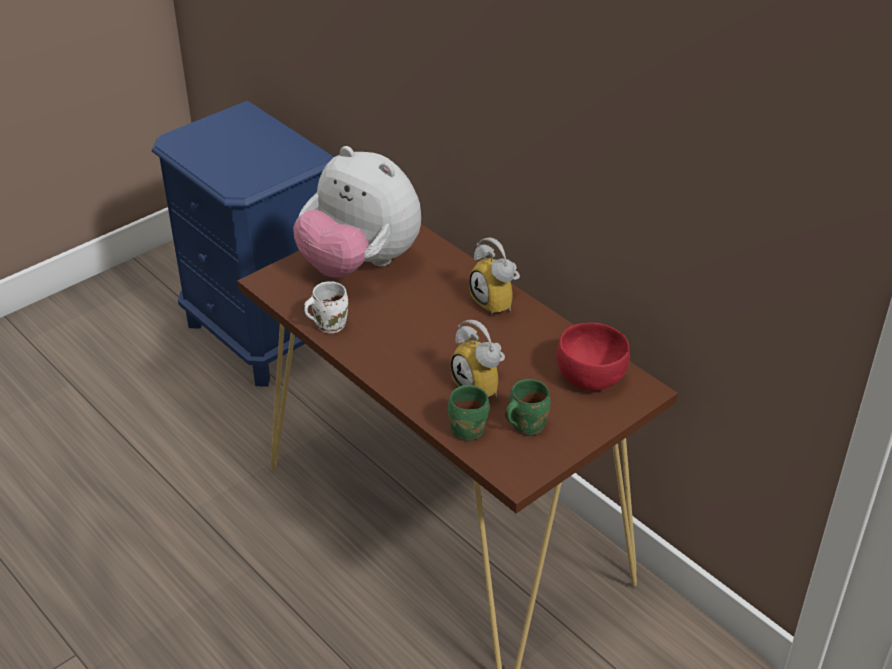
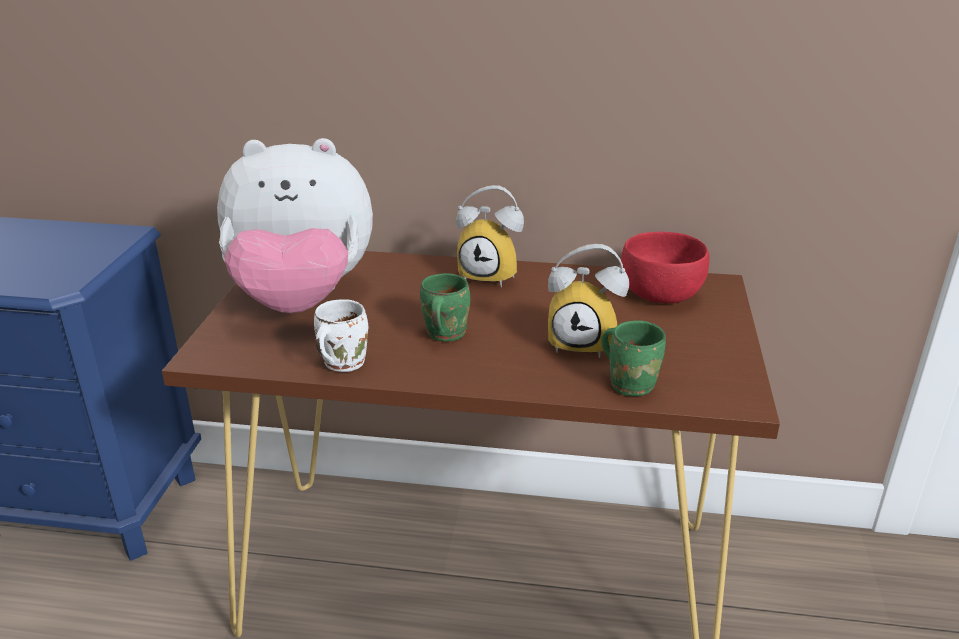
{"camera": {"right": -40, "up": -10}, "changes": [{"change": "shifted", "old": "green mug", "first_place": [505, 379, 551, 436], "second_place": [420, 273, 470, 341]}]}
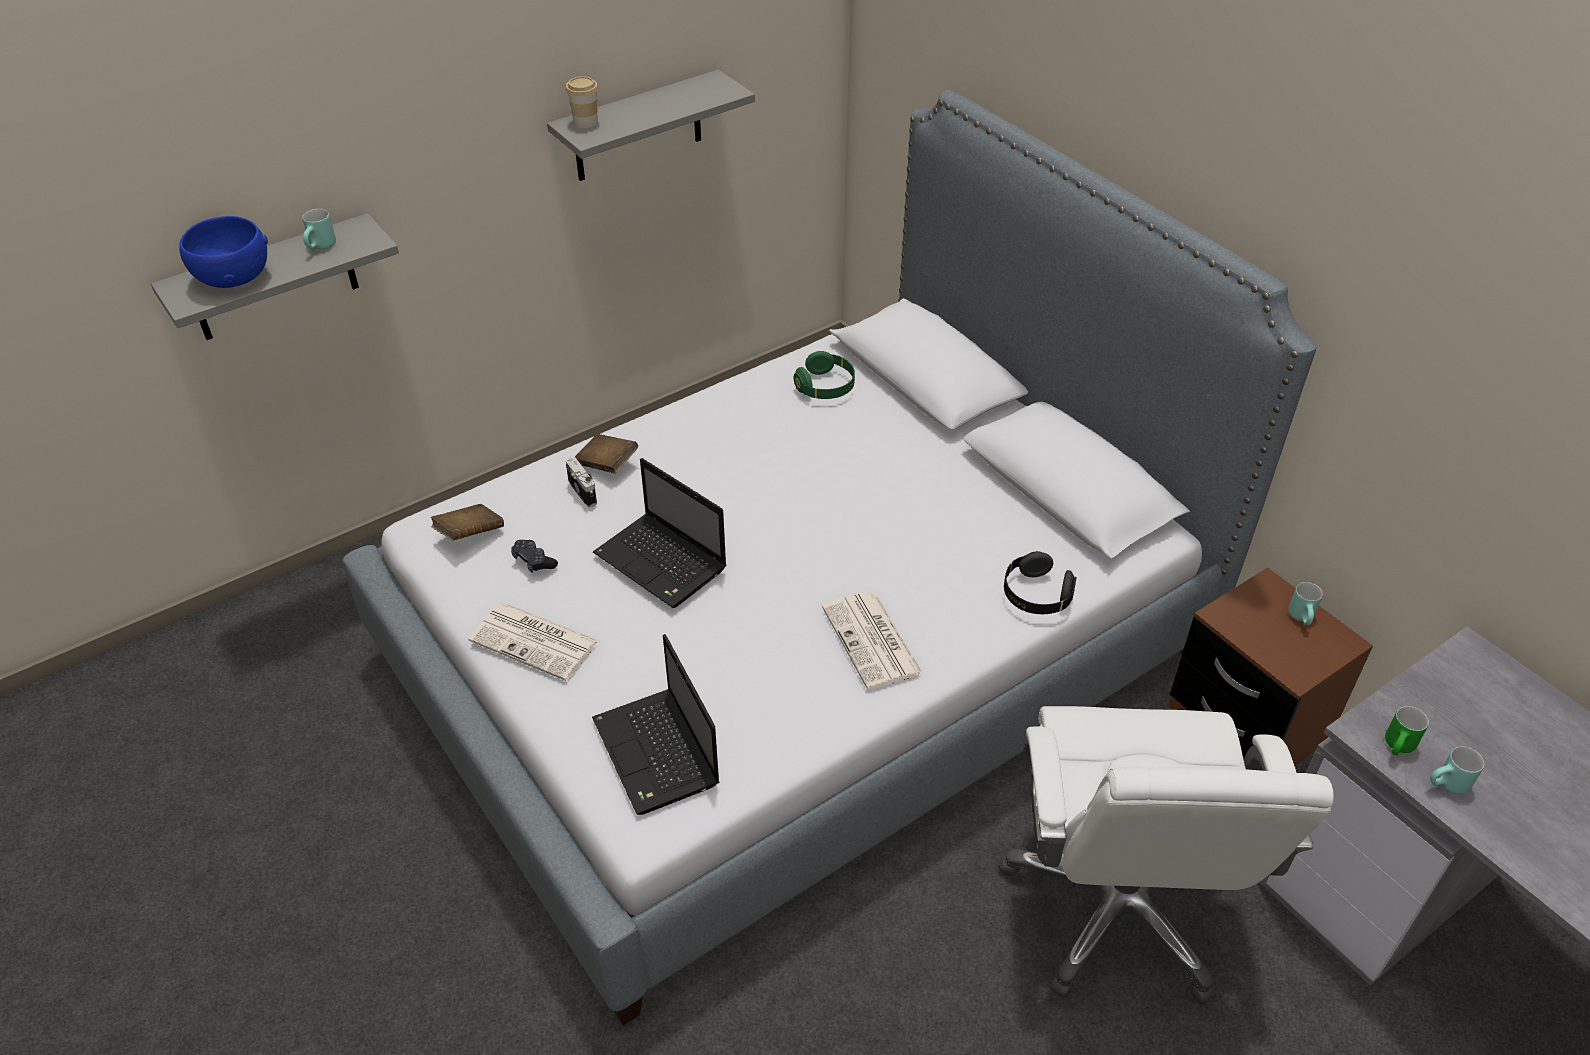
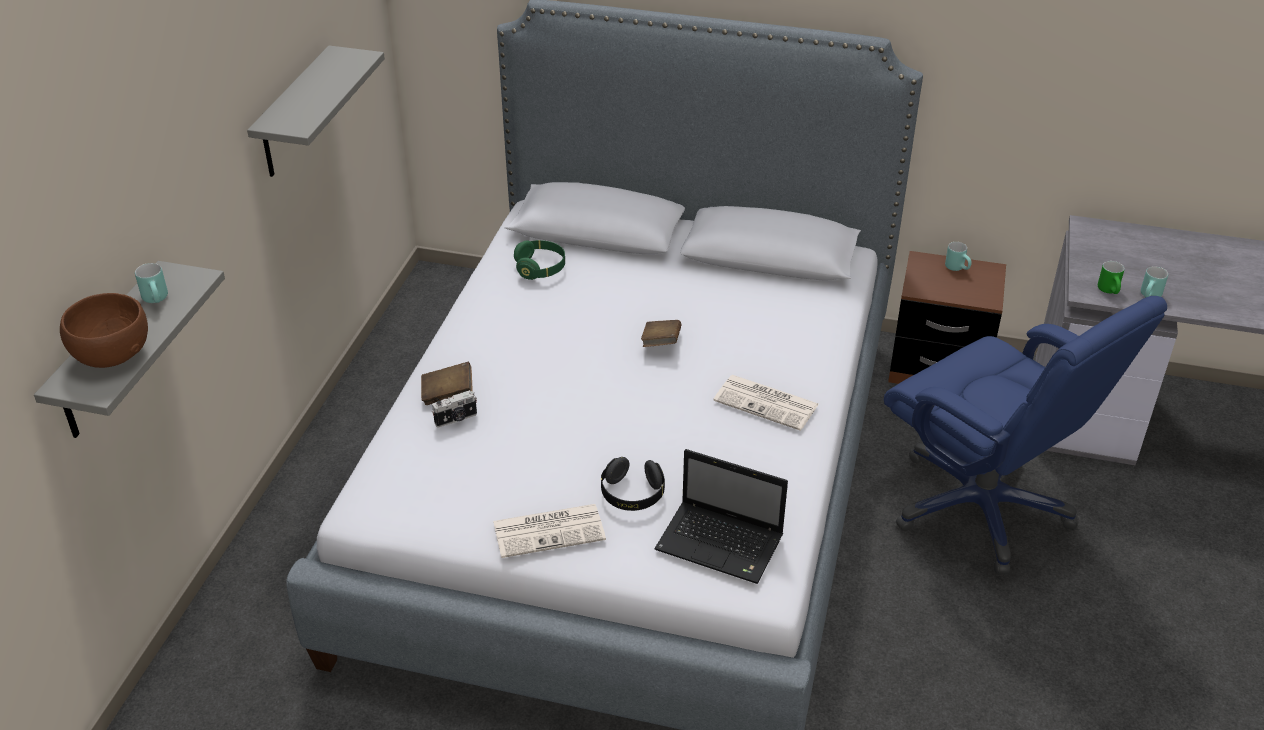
{"camera": {"right": -40, "up": -5}, "changes": [{"change": "gone", "old": "black game controller", "first_place": [511, 540, 558, 573]}, {"change": "gone", "old": "cup", "first_place": [566, 76, 598, 128]}, {"change": "gone", "old": "laptop", "first_place": [593, 458, 727, 608]}, {"change": "shifted", "old": "brown book", "first_place": [431, 504, 504, 540], "second_place": [641, 320, 681, 347]}, {"change": "shifted", "old": "black headphones", "first_place": [1004, 551, 1076, 614], "second_place": [601, 457, 665, 511]}, {"change": "repainted", "old": "blue bowl", "new": "brown bowl", "first_place": [179, 216, 268, 288], "second_place": [60, 293, 148, 368]}, {"change": "repainted", "old": "white office chair", "new": "blue office chair", "first_place": [999, 706, 1334, 1004], "second_place": [884, 296, 1167, 575]}, {"change": "rotated", "old": "photo camera", "first_place": [566, 457, 597, 507], "second_place": [432, 390, 477, 428], "degrees": 135}]}
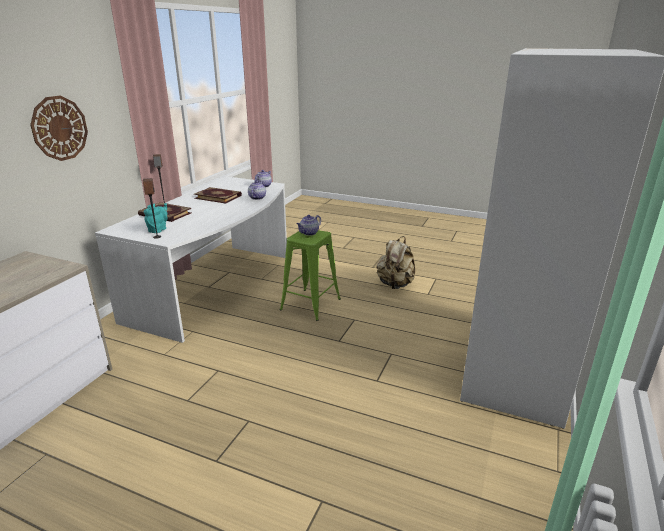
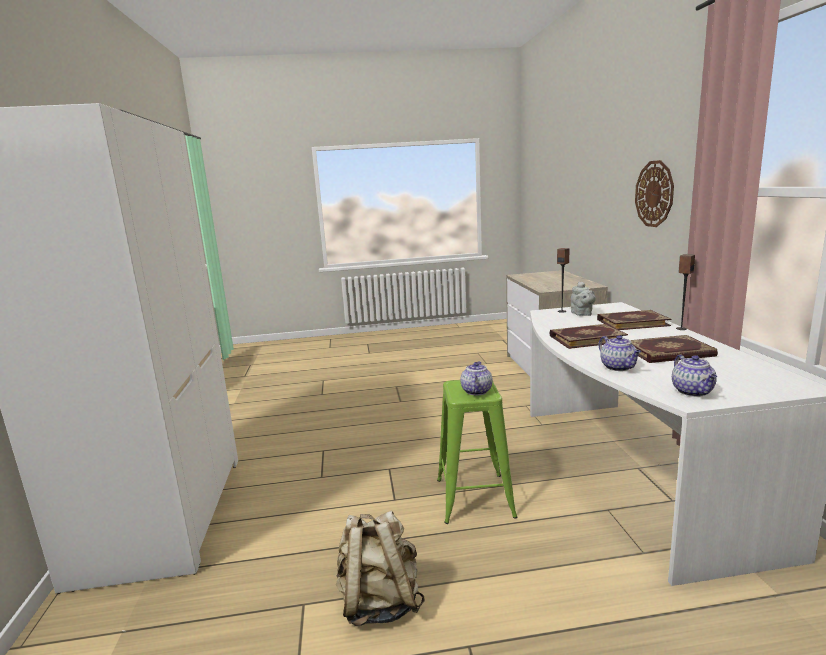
{"camera": {"right": 150, "up": -10}, "changes": [{"change": "new", "new": "book", "second_place": [550, 324, 628, 349]}, {"change": "repainted", "old": "turquoise teapot", "new": "grey teapot", "first_place": [144, 203, 168, 233], "second_place": [571, 282, 596, 316]}]}
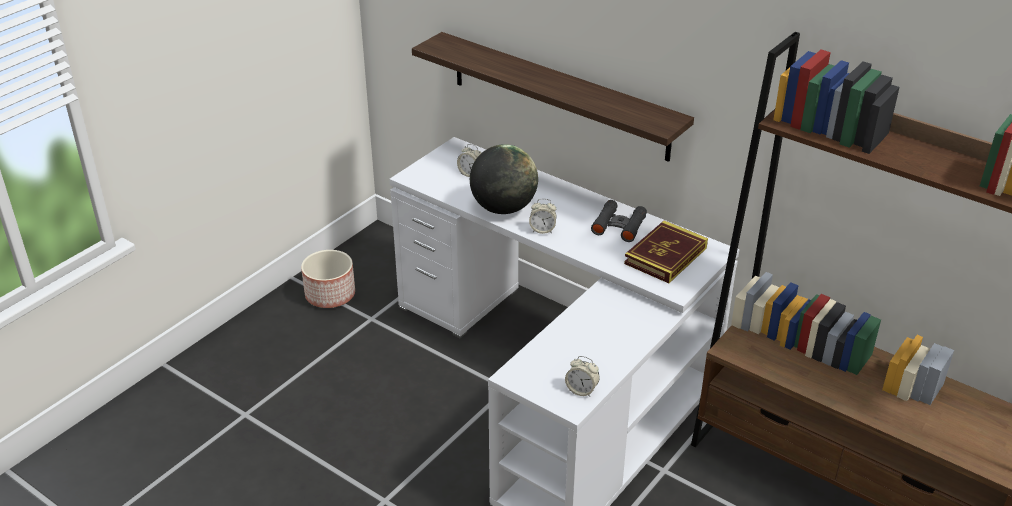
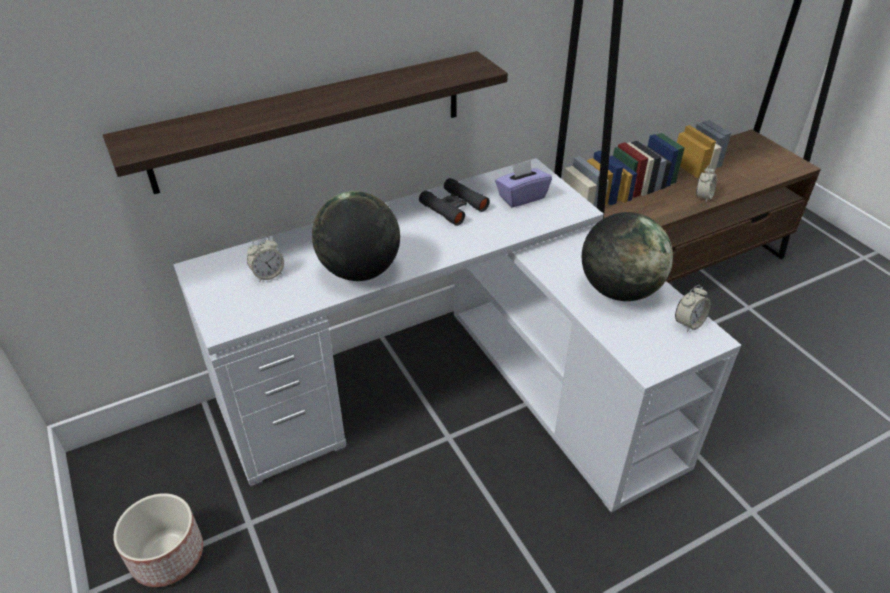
{"camera": {"right": -65, "up": 5}, "changes": [{"change": "new", "new": "globe", "second_place": [582, 212, 673, 301]}, {"change": "shifted", "old": "alarm clock", "first_place": [529, 199, 556, 234], "second_place": [696, 165, 717, 202]}, {"change": "swapped", "old": "book", "new": "purple tissue box", "first_place": [624, 220, 708, 283], "second_place": [495, 160, 552, 207]}]}
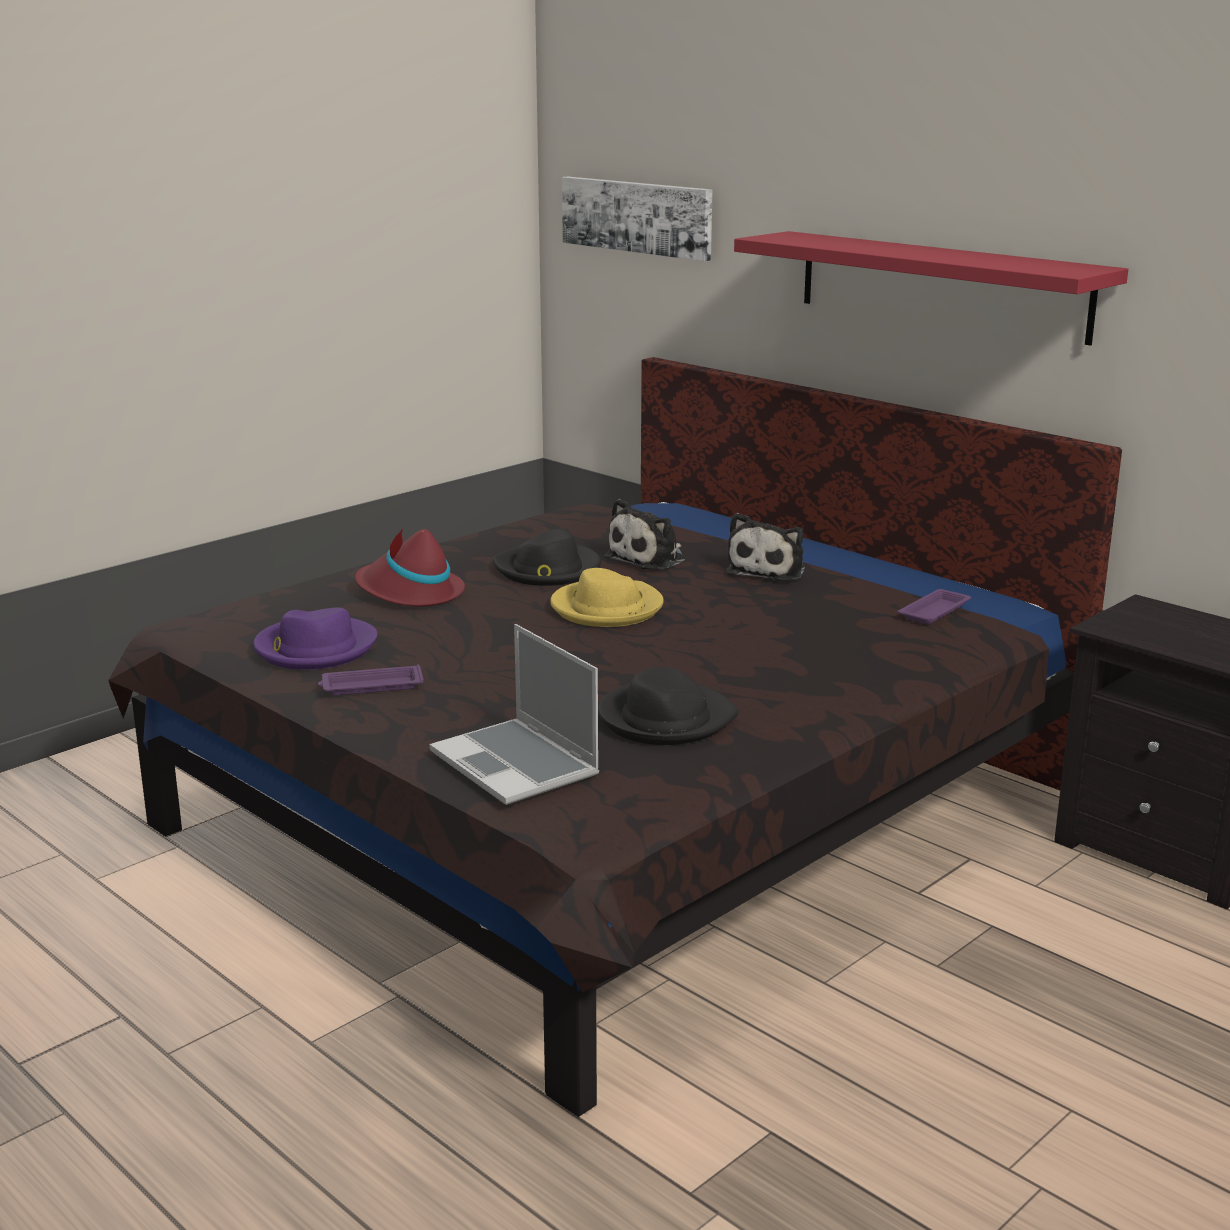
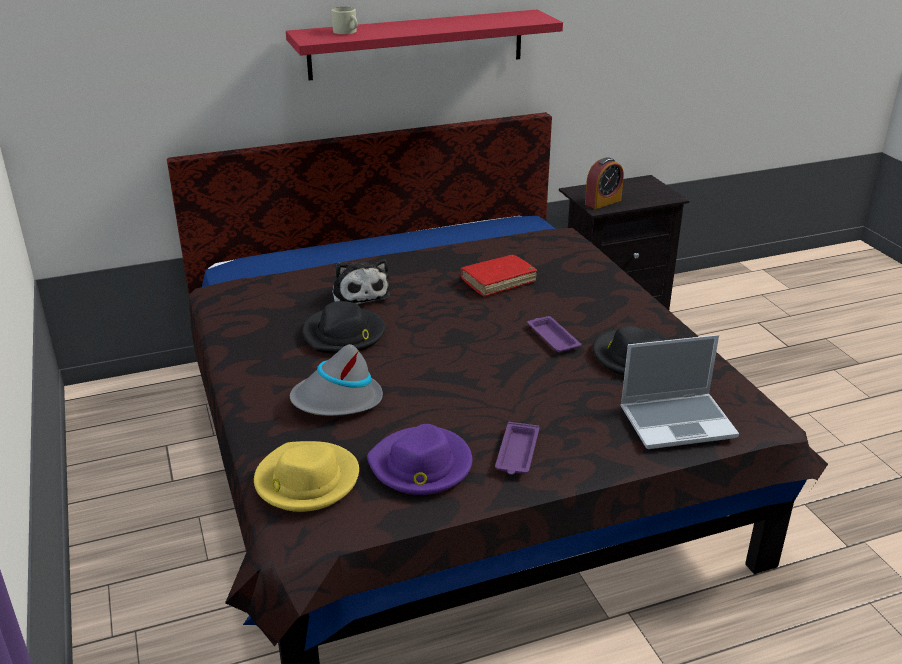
{"camera": {"right": -65, "up": 10}, "changes": [{"change": "gone", "old": "picture", "first_place": [562, 177, 713, 261]}, {"change": "gone", "old": "plush toy", "first_place": [726, 513, 805, 581]}, {"change": "new", "new": "beige mug", "second_place": [332, 7, 358, 34]}, {"change": "new", "new": "red book", "second_place": [460, 255, 537, 297]}, {"change": "new", "new": "alarm clock", "second_place": [585, 157, 624, 209]}, {"change": "shifted", "old": "yellow hat", "first_place": [550, 568, 664, 627], "second_place": [254, 441, 359, 512]}, {"change": "shifted", "old": "purple tray", "first_place": [898, 589, 971, 624], "second_place": [527, 316, 582, 352]}, {"change": "repainted", "old": "red hat", "new": "grey hat", "first_place": [355, 528, 465, 607], "second_place": [290, 344, 383, 416]}]}
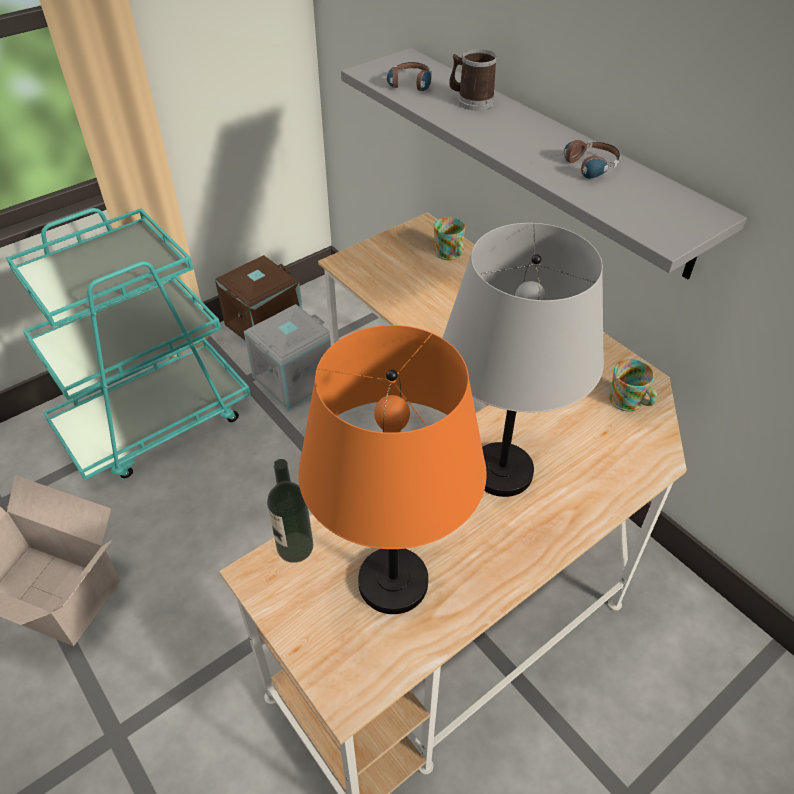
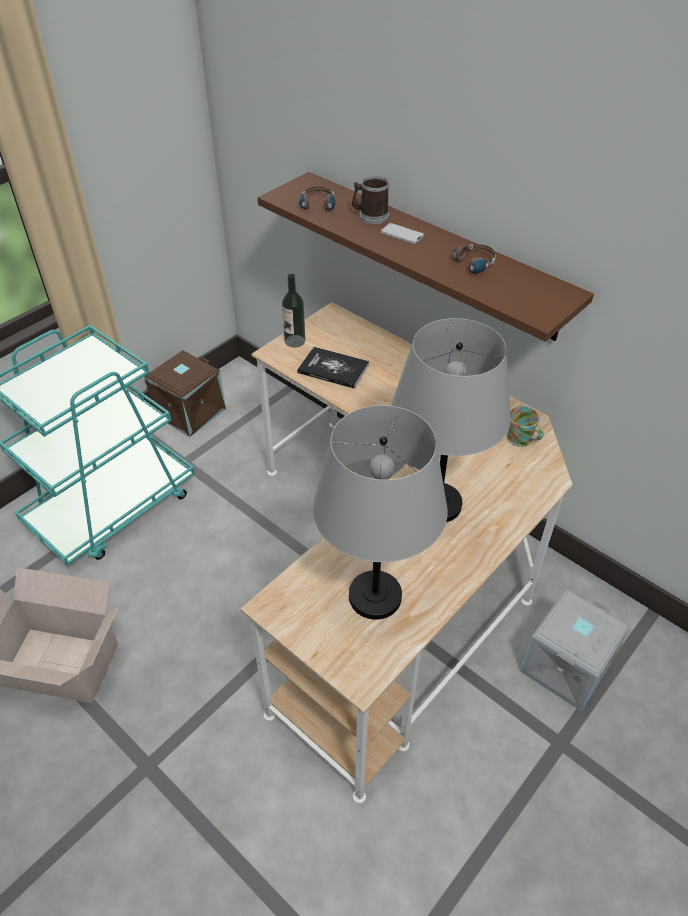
{"camera": {"right": -10, "up": 0}, "changes": [{"change": "gone", "old": "mug", "first_place": [433, 217, 465, 260]}, {"change": "new", "new": "book", "second_place": [297, 347, 369, 389]}, {"change": "new", "new": "phone", "second_place": [380, 223, 424, 244]}, {"change": "shifted", "old": "grey storage box", "first_place": [244, 304, 331, 411], "second_place": [520, 589, 631, 712]}, {"change": "shifted", "old": "bottle", "first_place": [267, 459, 313, 563], "second_place": [282, 273, 305, 347]}, {"change": "repainted", "old": "orange table lamp", "new": "grey table lamp", "first_place": [298, 325, 487, 614], "second_place": [313, 405, 448, 620]}, {"change": "repainted", "old": "grey shelf", "new": "brown shelf", "first_place": [341, 48, 747, 279], "second_place": [258, 172, 594, 342]}]}
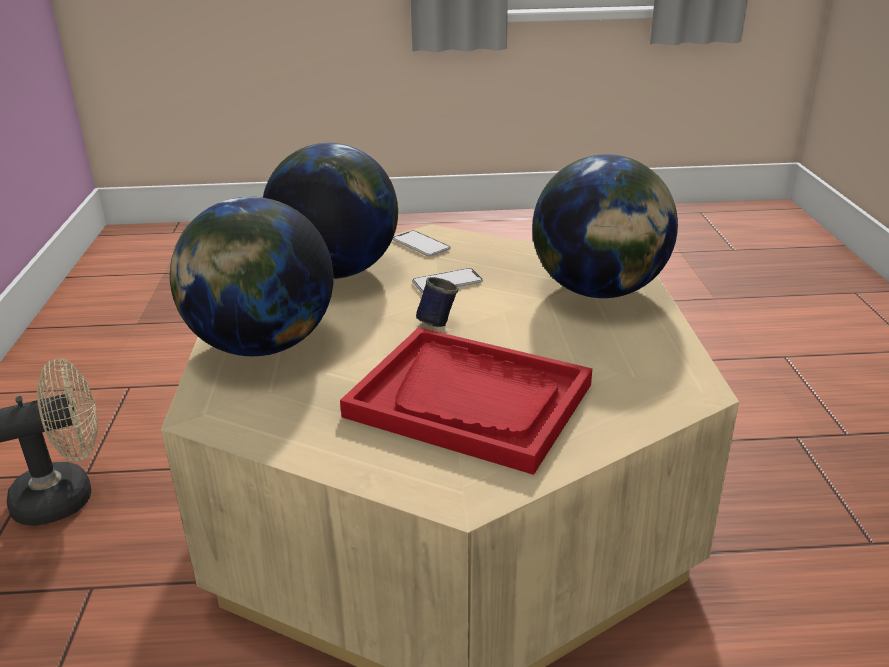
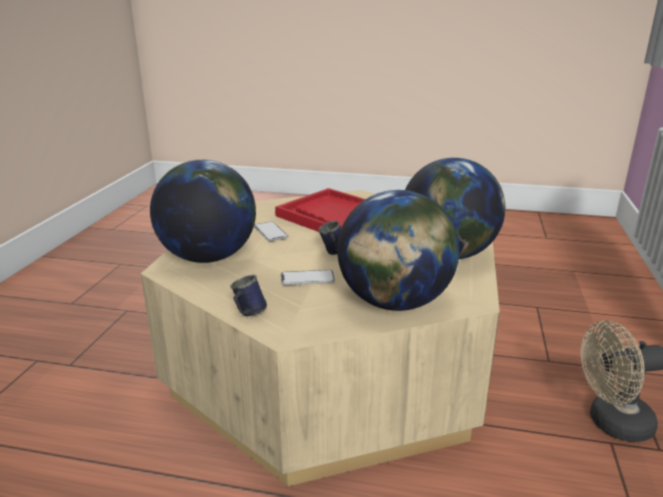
{"camera": {"right": -165, "up": -5}, "changes": [{"change": "new", "new": "blue mug", "second_place": [230, 275, 267, 316]}, {"change": "shifted", "old": "phone", "first_place": [393, 230, 451, 257], "second_place": [254, 221, 288, 241]}]}
